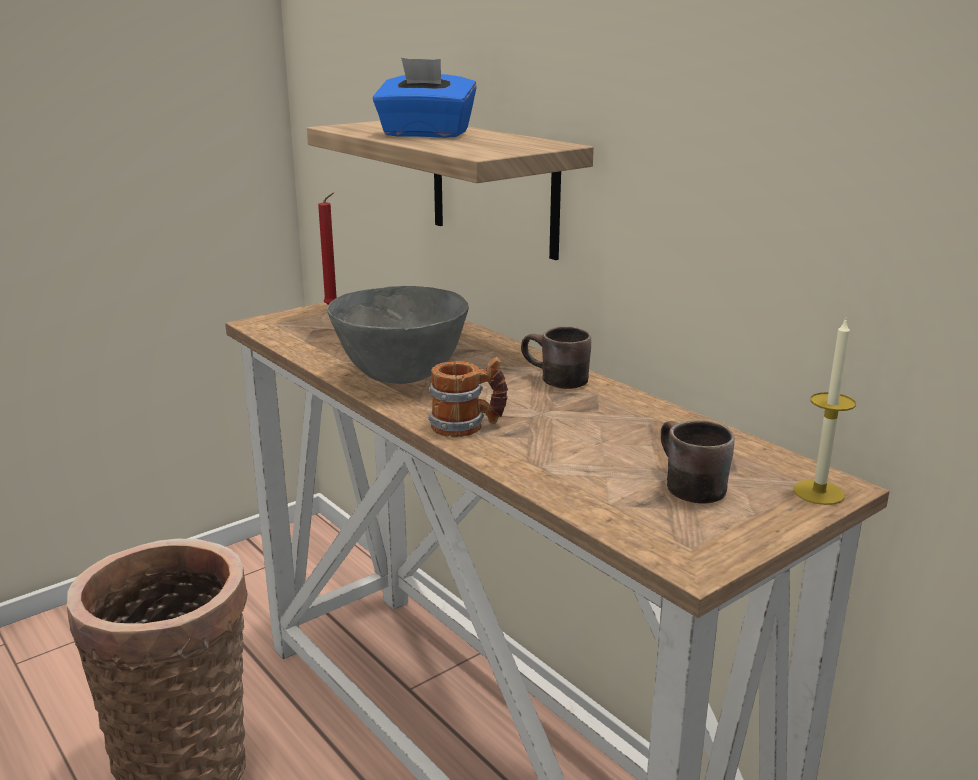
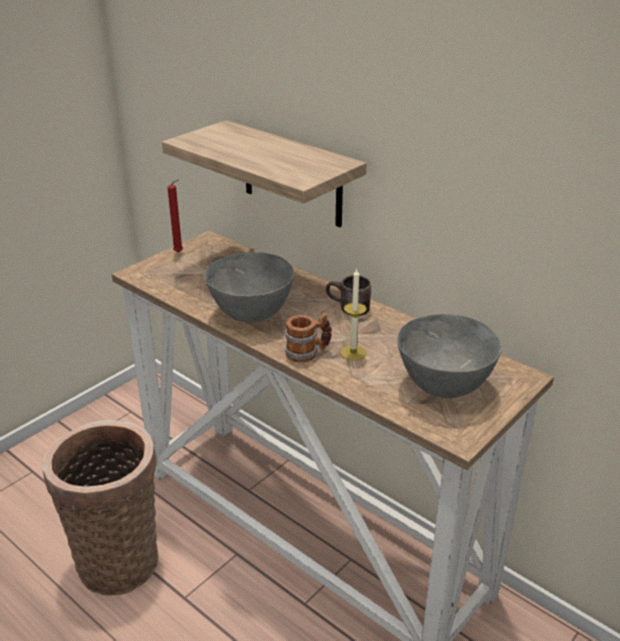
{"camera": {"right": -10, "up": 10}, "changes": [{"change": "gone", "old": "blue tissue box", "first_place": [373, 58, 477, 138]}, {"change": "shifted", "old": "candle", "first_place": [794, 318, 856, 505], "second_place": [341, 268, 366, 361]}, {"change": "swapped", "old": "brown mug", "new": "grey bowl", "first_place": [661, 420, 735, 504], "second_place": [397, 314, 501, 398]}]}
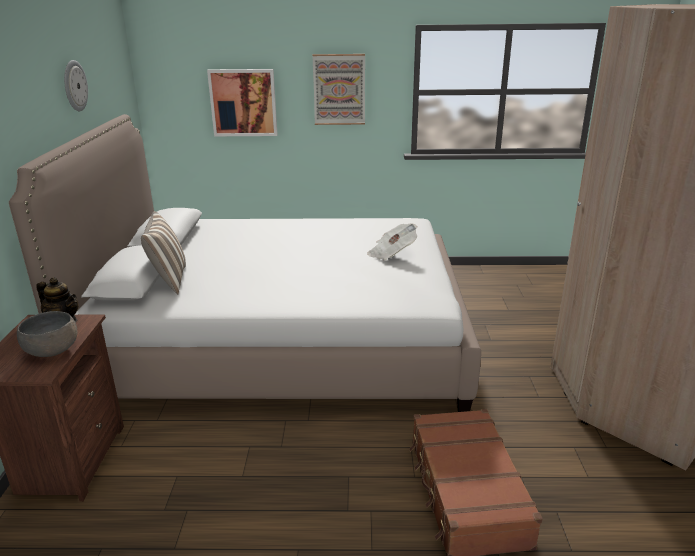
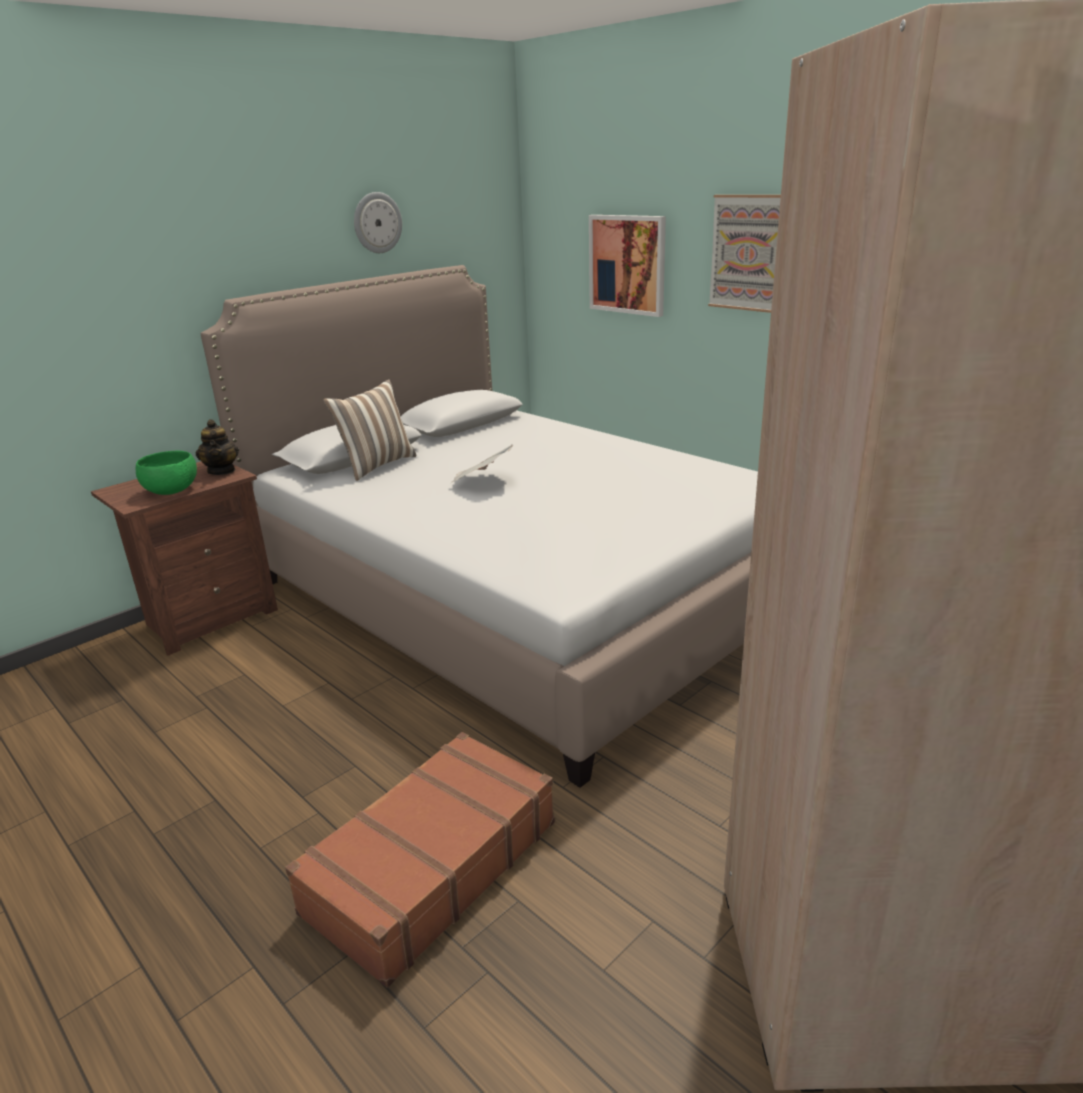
{"camera": {"right": 45, "up": 0}, "changes": [{"change": "shifted", "old": "newspaper", "first_place": [367, 224, 418, 260], "second_place": [451, 444, 513, 483]}, {"change": "repainted", "old": "grey bowl", "new": "green bowl", "first_place": [17, 311, 77, 357], "second_place": [136, 451, 197, 495]}]}
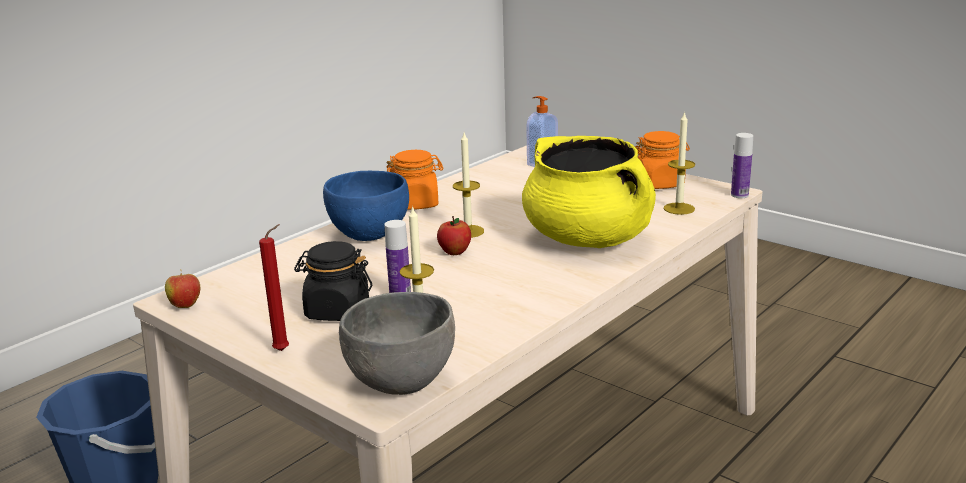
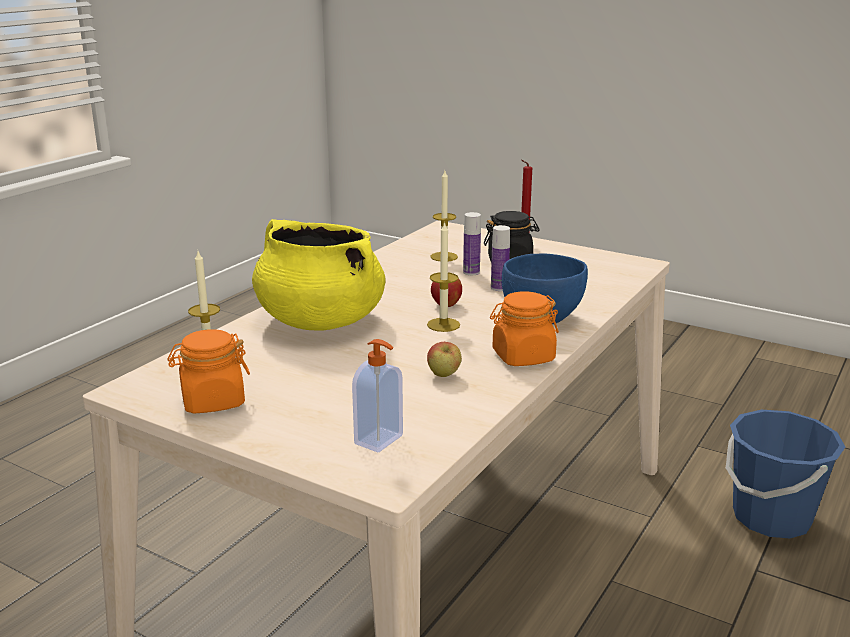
{"camera": {"right": 170, "up": 0}, "changes": [{"change": "gone", "old": "grey bowl", "first_place": [339, 292, 455, 395]}, {"change": "shifted", "old": "apple", "first_place": [165, 269, 200, 308], "second_place": [427, 342, 462, 377]}, {"change": "shifted", "old": "bottle", "first_place": [731, 133, 753, 198], "second_place": [491, 225, 510, 291]}]}
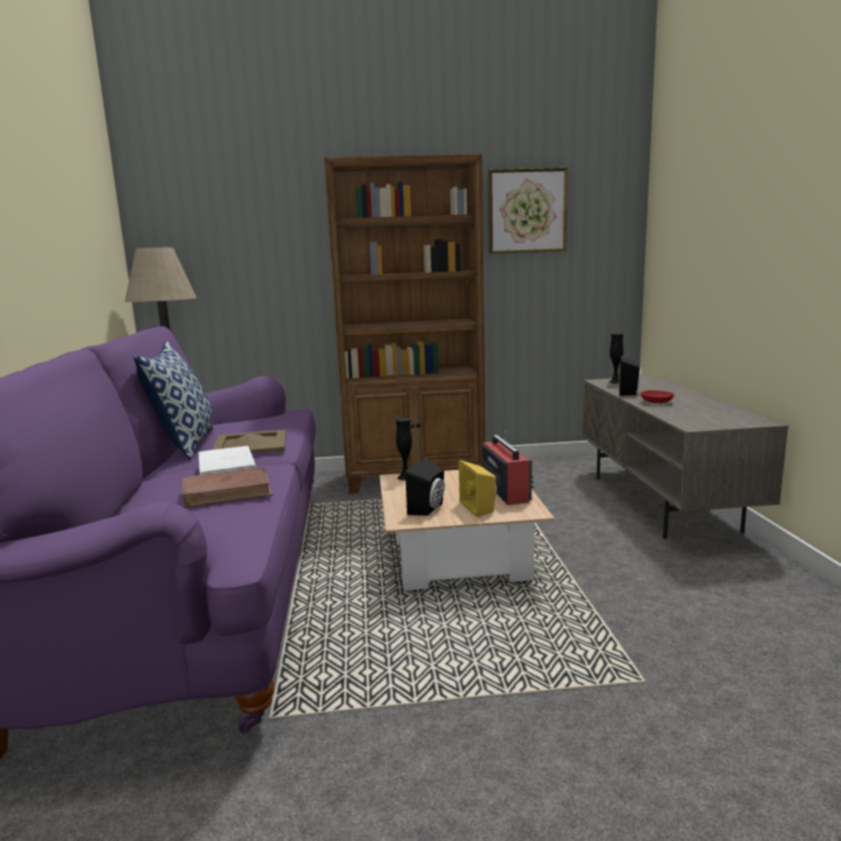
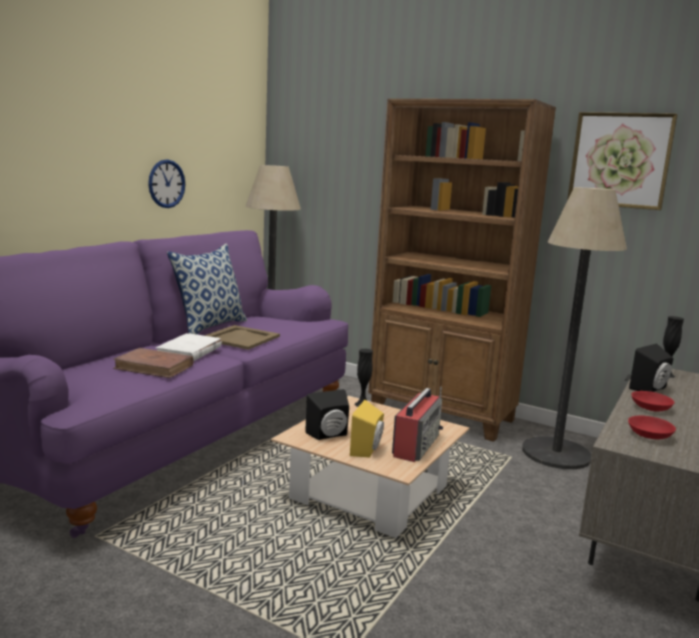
{"camera": {"right": 35, "up": 0}, "changes": [{"change": "new", "new": "wall clock", "second_place": [148, 159, 185, 208]}, {"change": "new", "new": "floor lamp", "second_place": [522, 187, 627, 469]}, {"change": "new", "new": "red bowl", "second_place": [628, 416, 676, 439]}]}
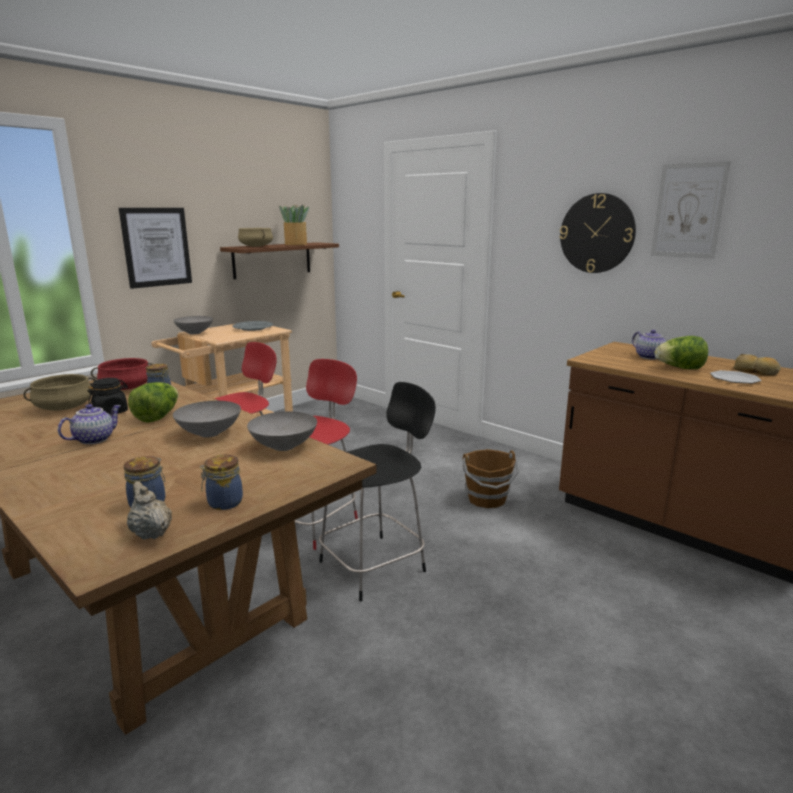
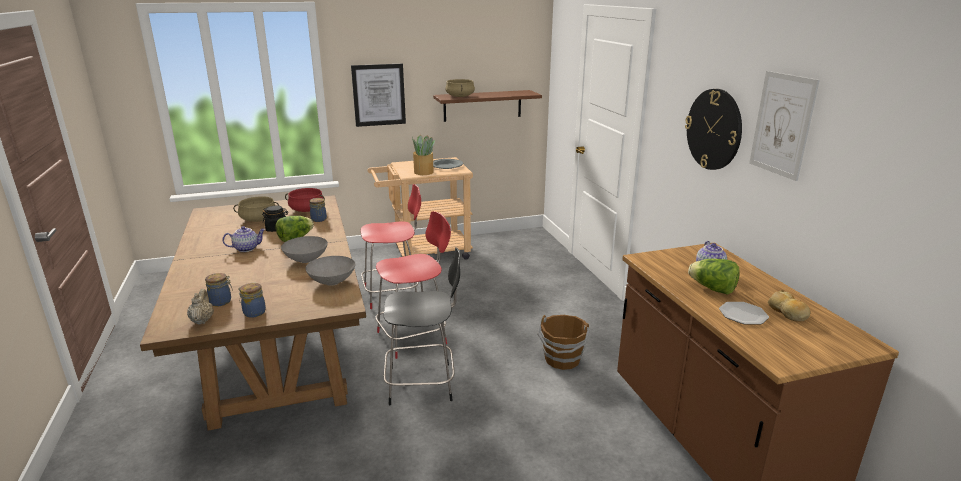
{"camera": {"right": 30, "up": 5}, "changes": [{"change": "gone", "old": "grey bowl", "first_place": [173, 316, 213, 334]}, {"change": "shifted", "old": "potted plant", "first_place": [279, 204, 309, 245], "second_place": [412, 135, 435, 175]}]}
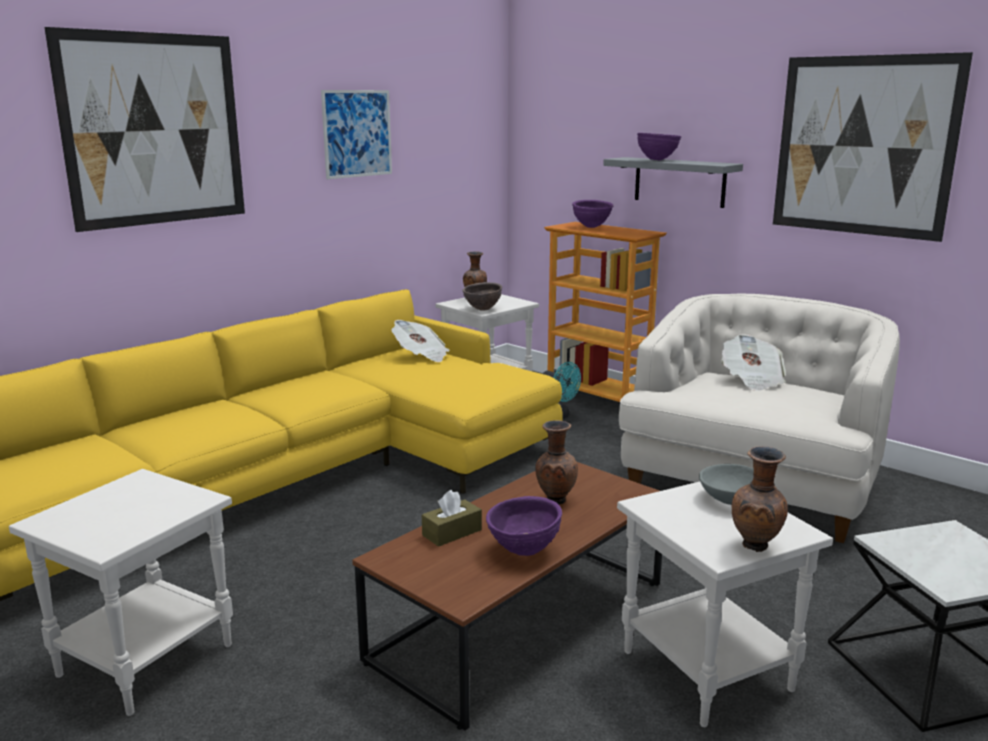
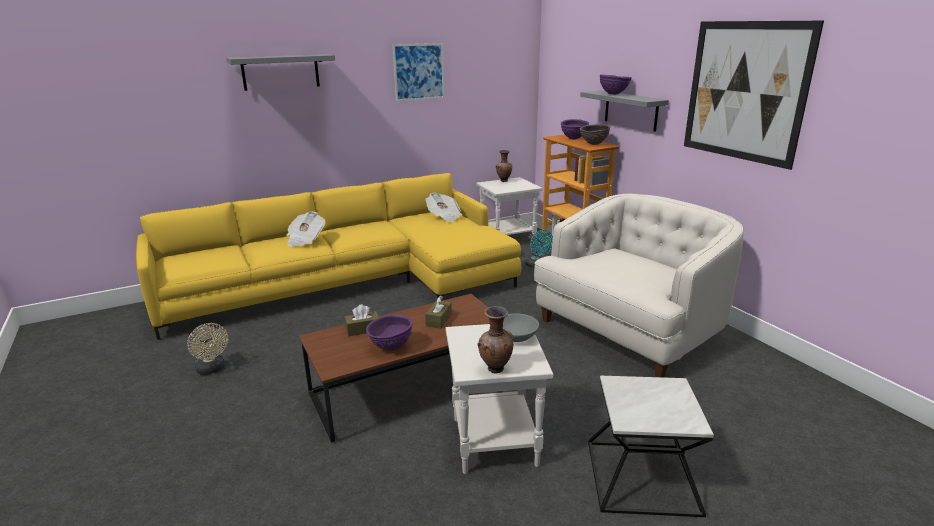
{"camera": {"right": 20, "up": 5}, "changes": [{"change": "shifted", "old": "brown bowl", "first_place": [463, 282, 502, 311], "second_place": [580, 124, 610, 145]}, {"change": "shifted", "old": "newspaper", "first_place": [721, 334, 786, 391], "second_place": [287, 211, 325, 247]}, {"change": "swapped", "old": "white side table", "new": "beige fan", "first_place": [9, 469, 233, 716], "second_place": [187, 323, 228, 375]}, {"change": "swapped", "old": "picture", "new": "grey shelf", "first_place": [44, 27, 245, 232], "second_place": [227, 54, 335, 91]}, {"change": "swapped", "old": "brown vase", "new": "brown tissue box", "first_place": [535, 420, 578, 505], "second_place": [425, 296, 452, 328]}]}
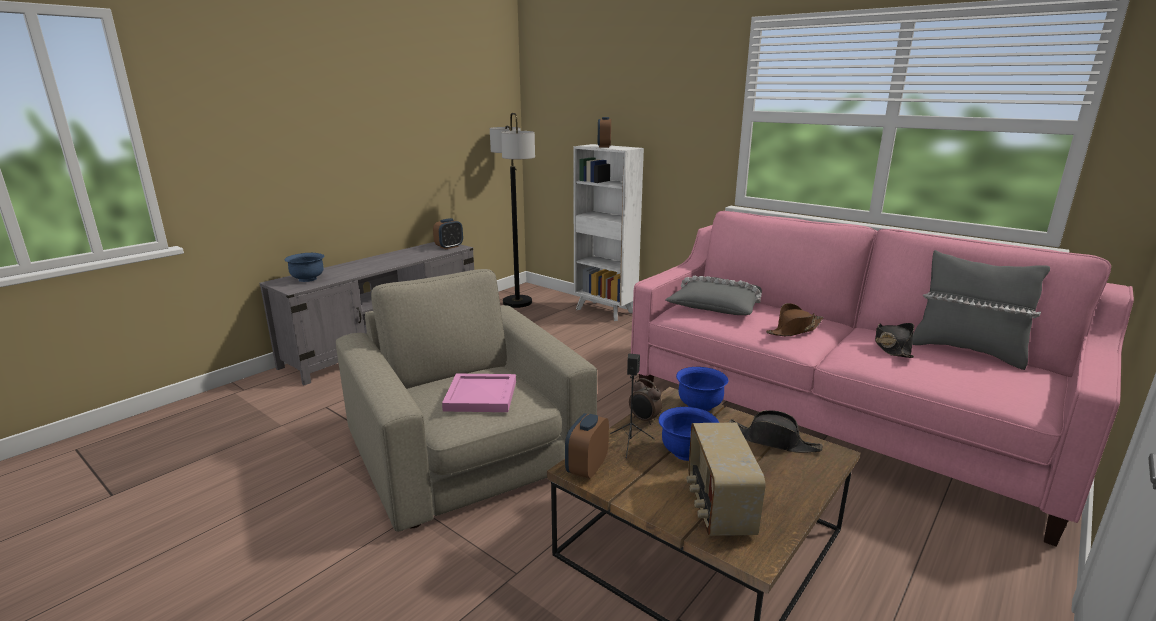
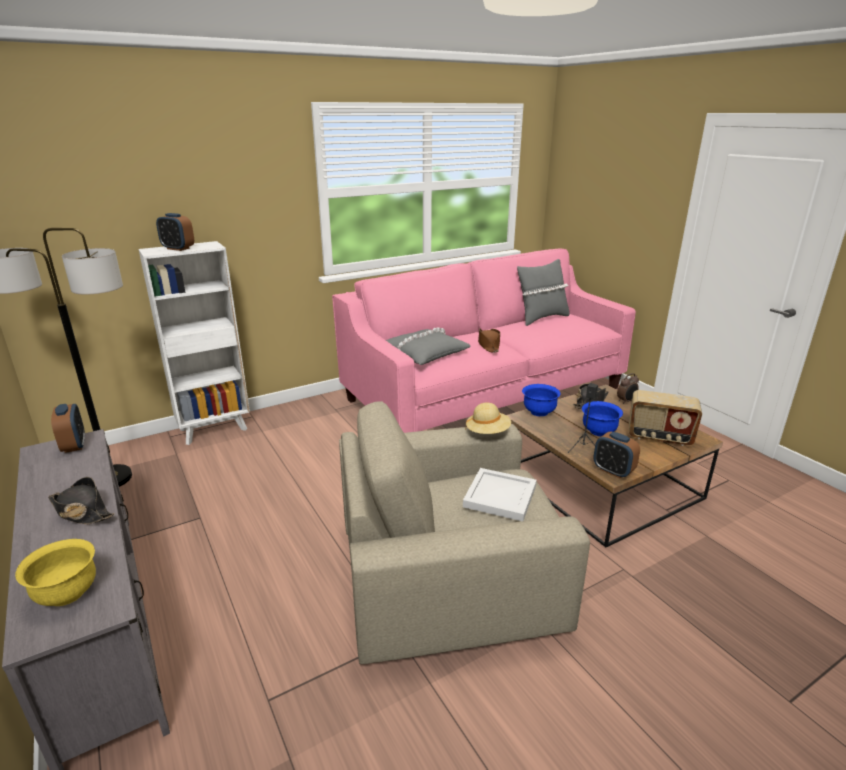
{"camera": {"right": -70, "up": 5}, "changes": [{"change": "new", "new": "beige hat", "second_place": [465, 403, 511, 434]}, {"change": "shifted", "old": "alarm clock", "first_place": [629, 378, 662, 425], "second_place": [617, 373, 639, 404]}, {"change": "shifted", "old": "black hat", "first_place": [875, 323, 914, 358], "second_place": [48, 477, 115, 524]}, {"change": "repainted", "old": "blue bowl", "new": "yellow bowl", "first_place": [284, 253, 325, 282], "second_place": [15, 539, 96, 606]}, {"change": "repainted", "old": "pink tray", "new": "white tray", "first_place": [442, 374, 516, 412], "second_place": [463, 468, 537, 521]}]}
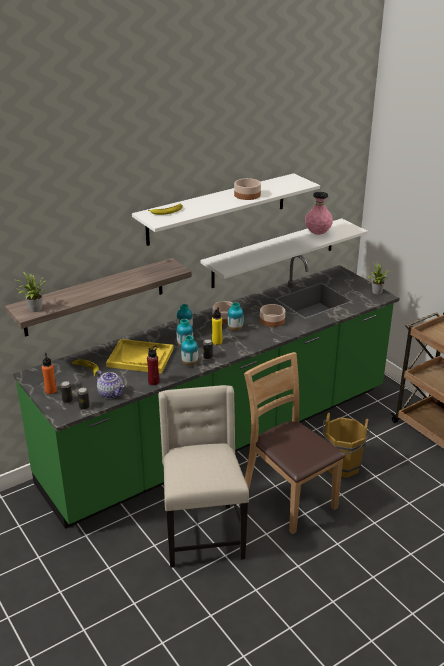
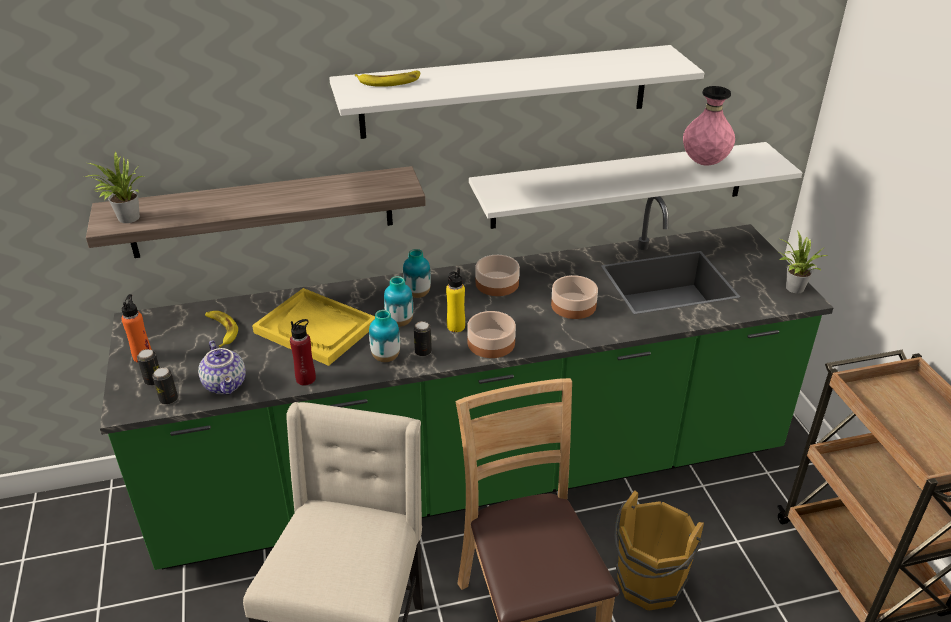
{"camera": {"right": 20, "up": 5}, "changes": [{"change": "gone", "old": "vase", "first_place": [227, 302, 243, 331]}, {"change": "shifted", "old": "bowl", "first_place": [234, 178, 261, 200], "second_place": [467, 311, 516, 358]}]}
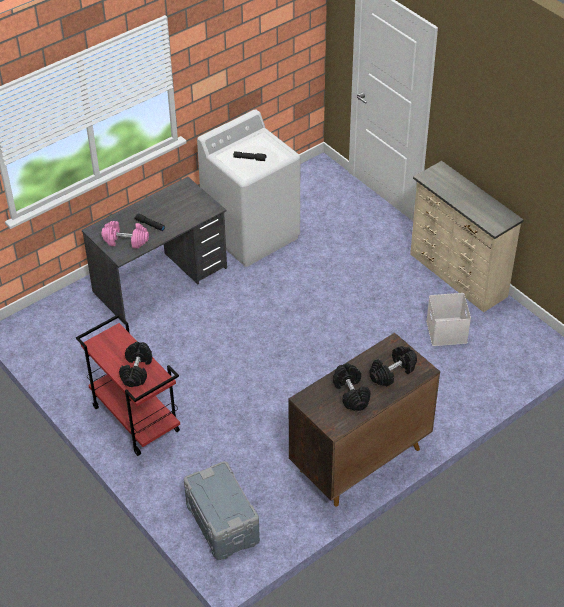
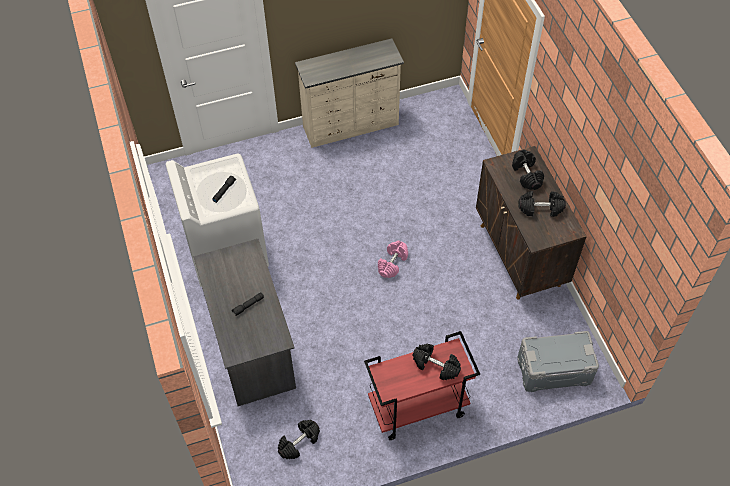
{"camera": {"right": -70, "up": 10}, "changes": [{"change": "gone", "old": "white storage box", "first_place": [426, 293, 471, 346]}, {"change": "new", "new": "black dumbbell", "second_place": [278, 420, 320, 459]}, {"change": "shifted", "old": "pink dumbbell", "first_place": [102, 221, 149, 249], "second_place": [378, 240, 408, 278]}]}
